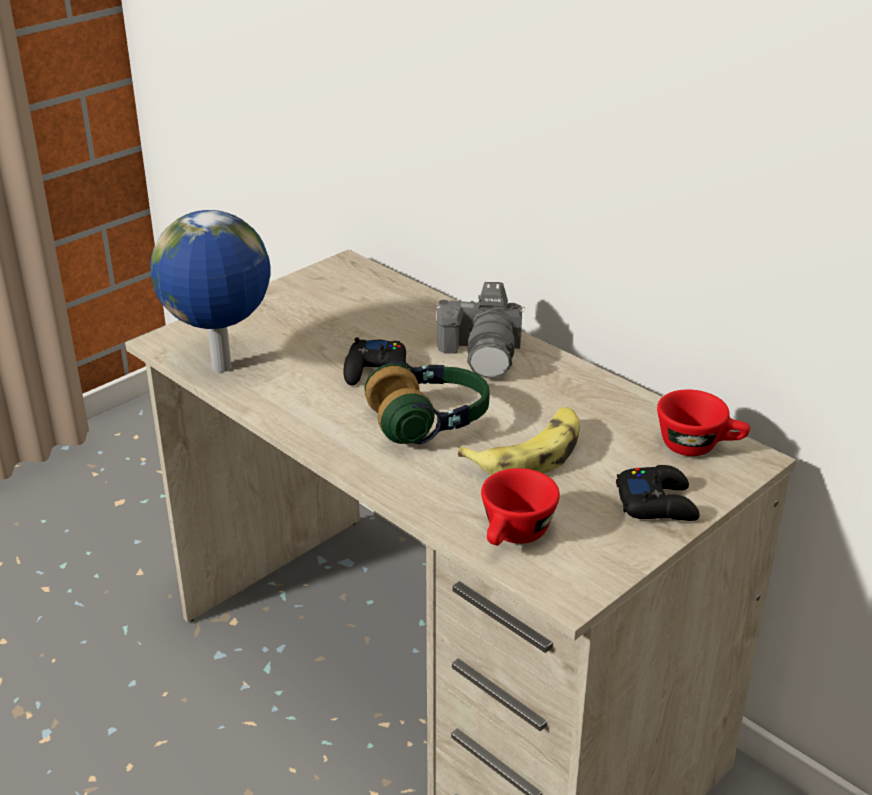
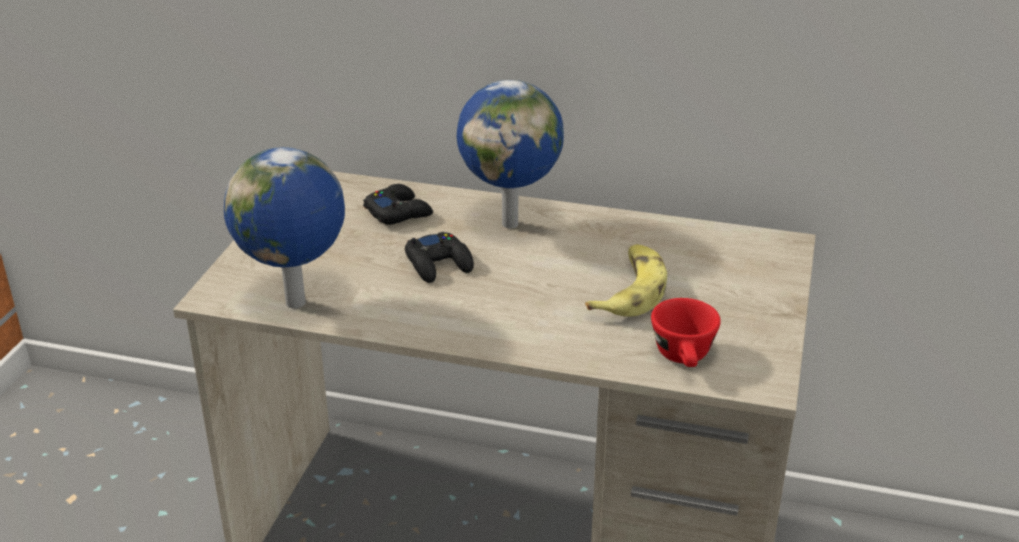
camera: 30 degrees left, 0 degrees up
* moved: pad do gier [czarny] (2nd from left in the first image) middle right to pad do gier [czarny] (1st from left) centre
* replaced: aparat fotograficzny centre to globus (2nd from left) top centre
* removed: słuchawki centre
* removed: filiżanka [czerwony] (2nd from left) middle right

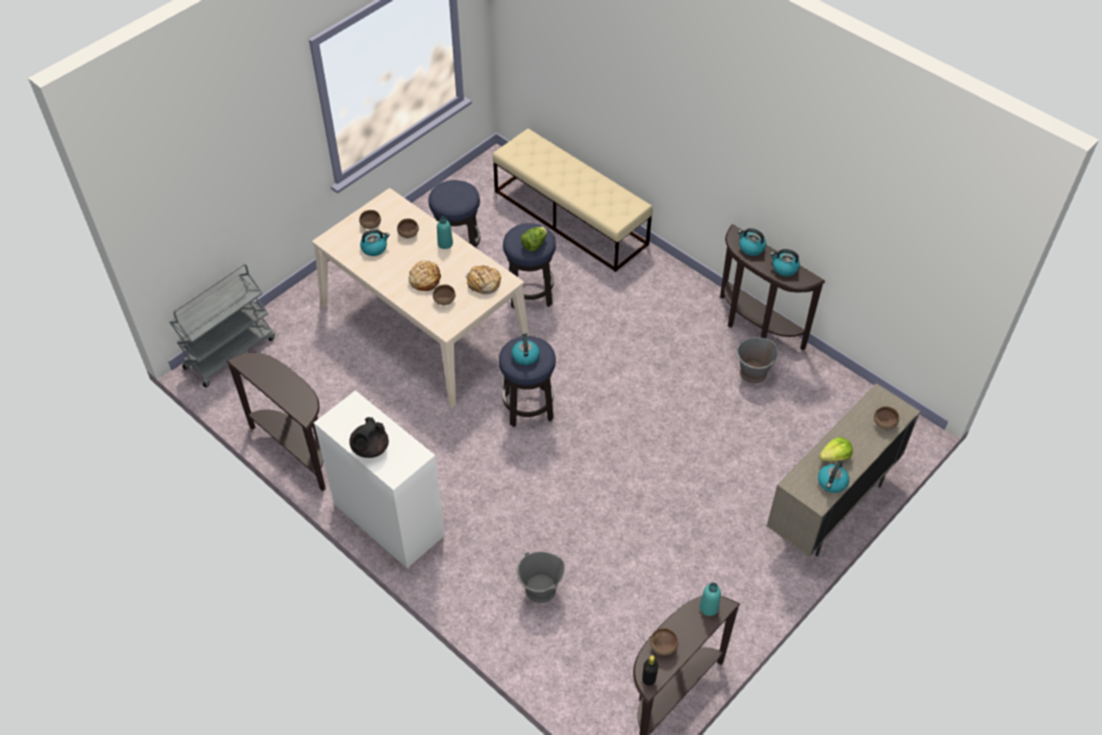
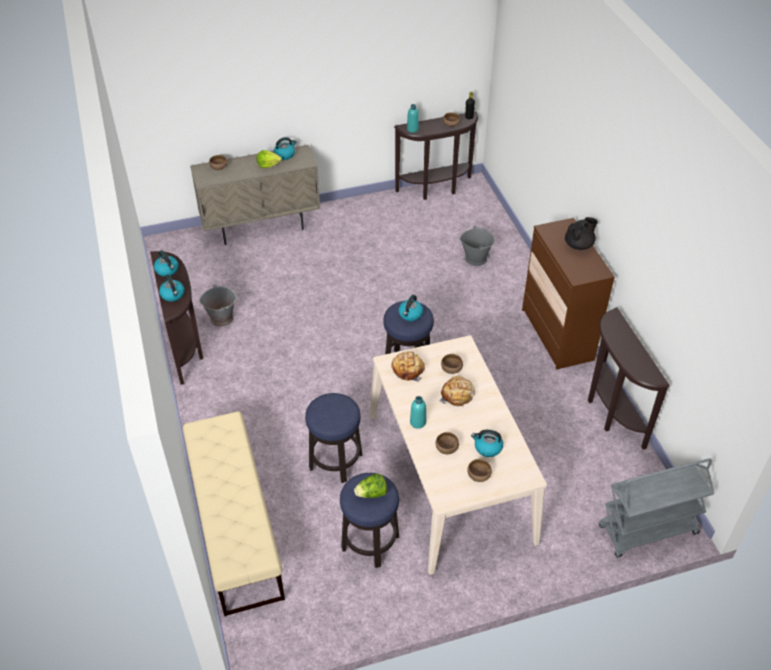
camera: 150 degrees left, 5 degrees down
* moved: sałata (1st from left in the first image) top centre to sałata (2nd from left) bottom centre
* recoloured: komoda [biały] centre to komoda [brązowy] middle right

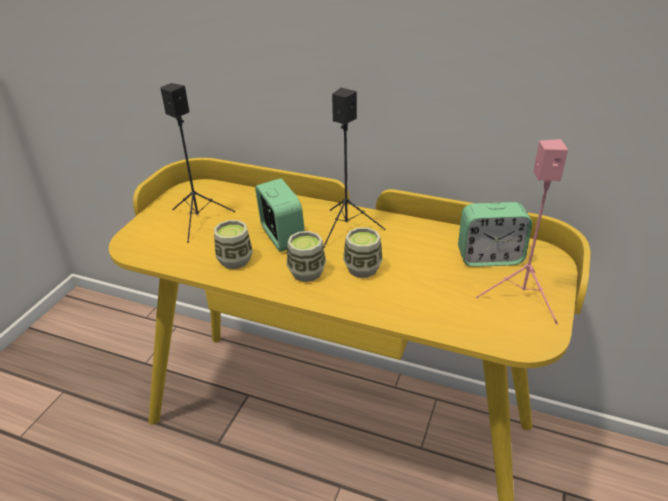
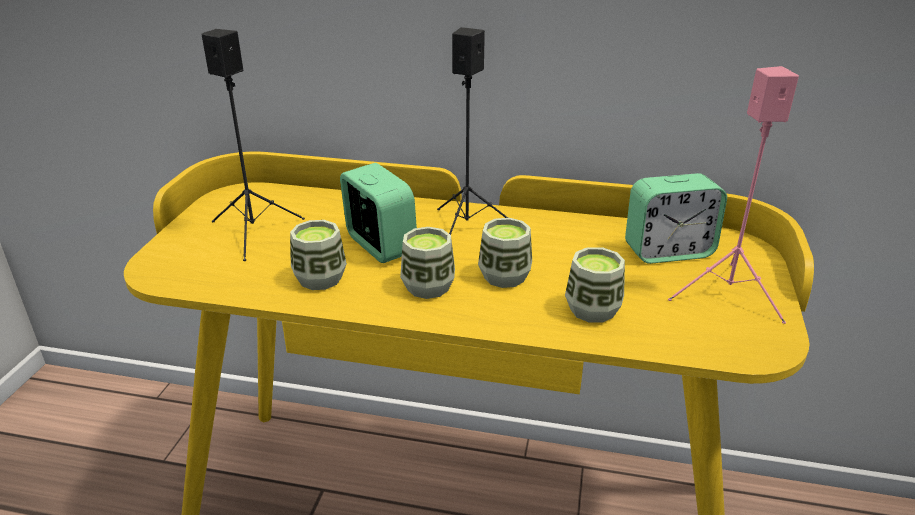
camera: 10 degrees left, 5 degrees down
* added: filiżanka (4th from left) centre

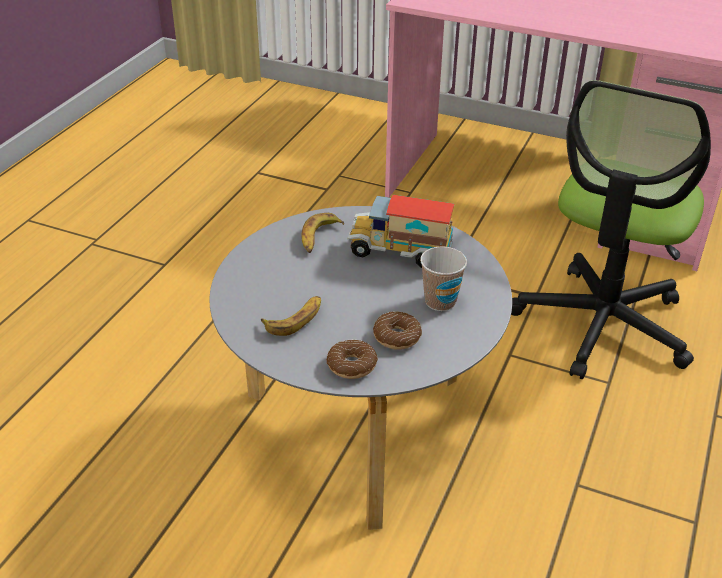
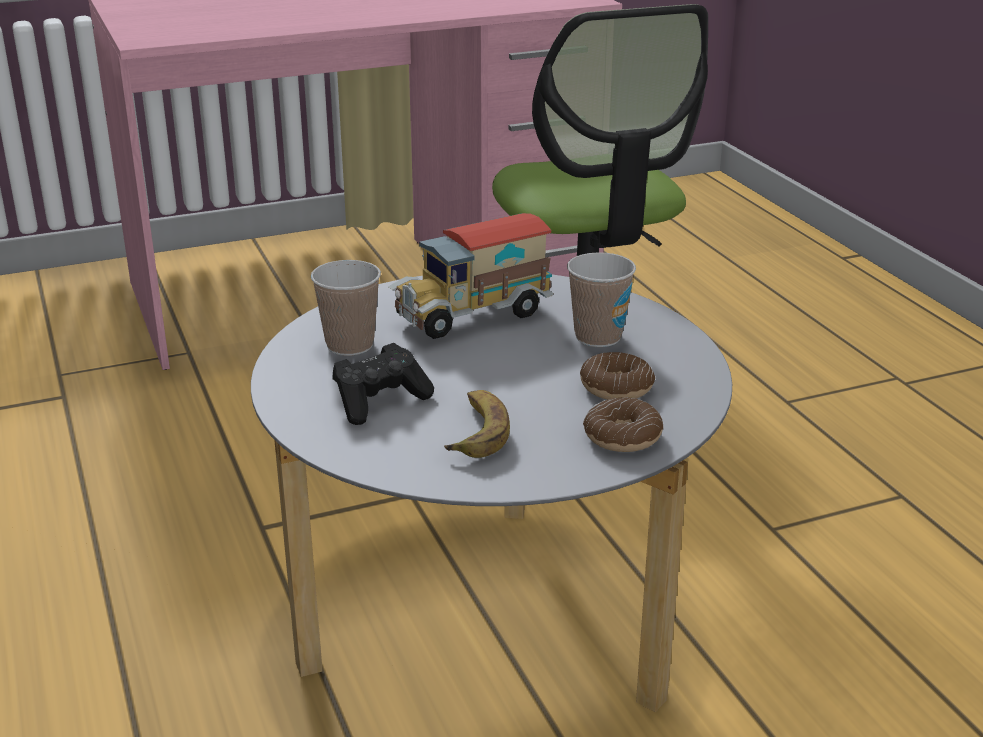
camera: 45 degrees left, 10 degrees down
* replaced: banan (2nd from left) centre to filiżanka (1st from left) centre
* added: pad do gier [czarny] centre

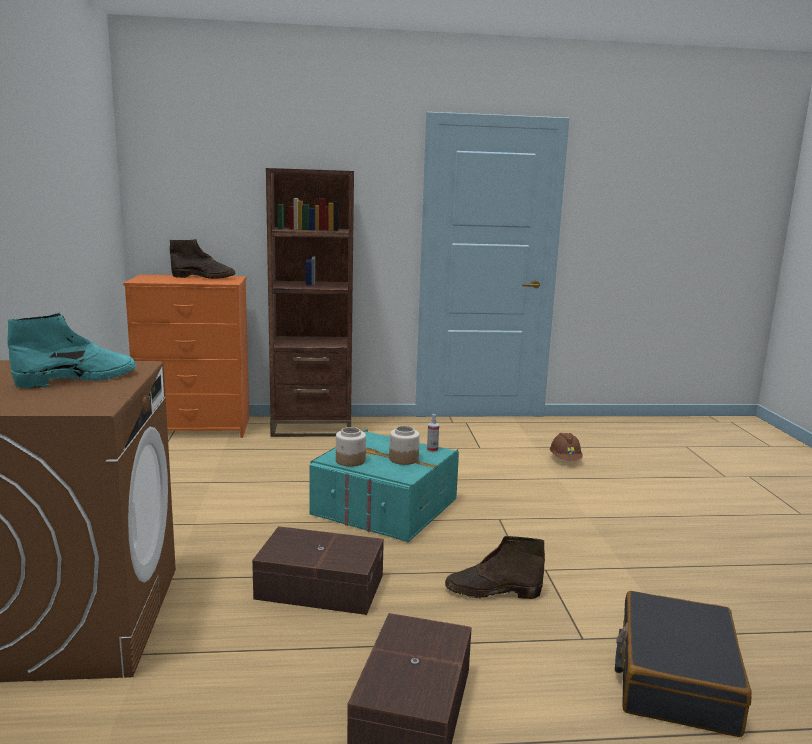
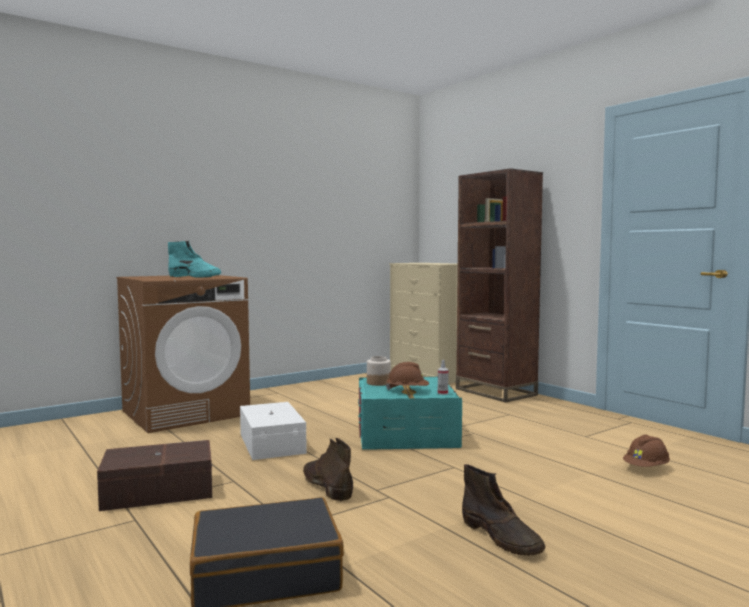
camera: 60 degrees right, 10 degrees down
* recoloured: pojemnik do przechowywania [brązowy] (1st from left) bottom centre to pojemnik do przechowywania [biały] bottom centre
* replaced: słoik (2nd from left) centre to kask [brązowy] (1st from left) centre
* recoloured: komoda [pomarańczowy] middle left to komoda [beżowy] centre
* moved: but z cholewką [brązowy] (1st from left in the first image) middle left to but z cholewką [brązowy] (2nd from left) bottom right

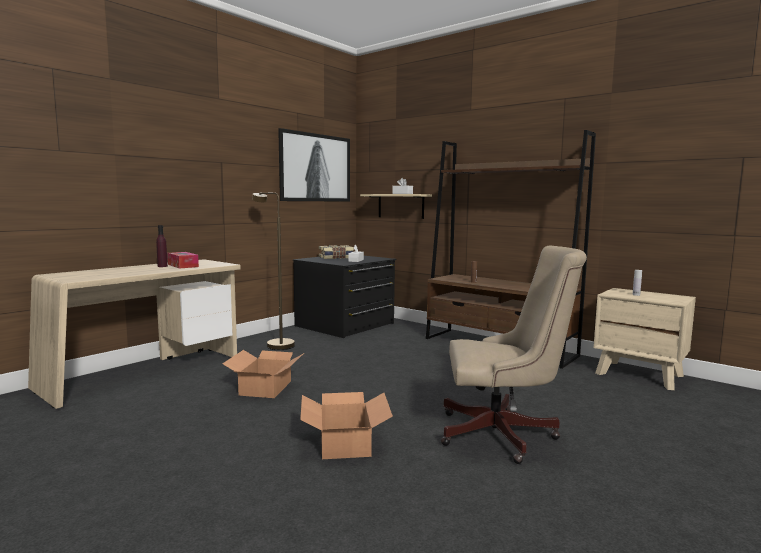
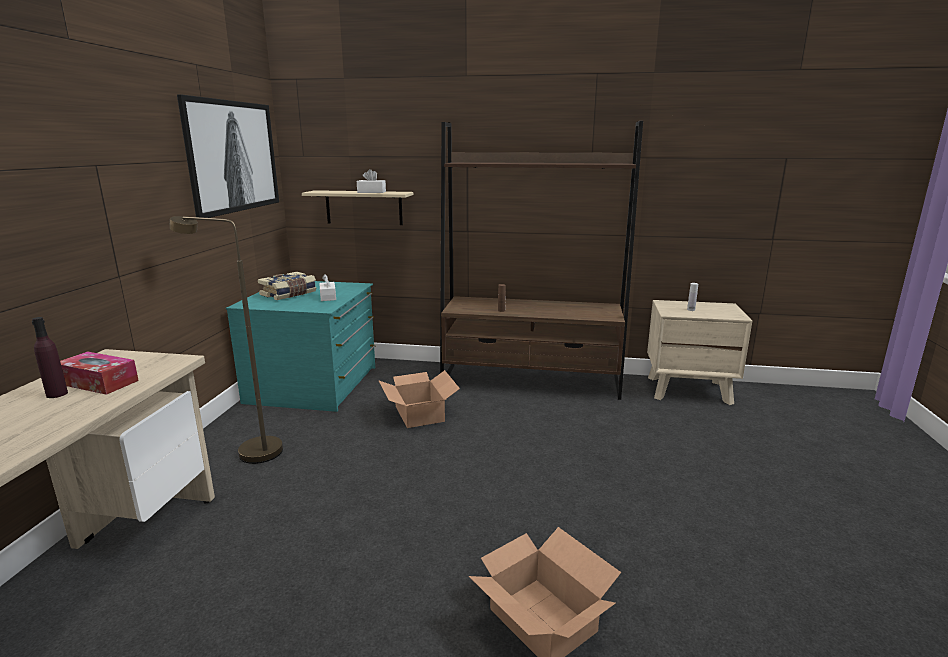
camera: 30 degrees left, 10 degrees up
* recoloured: komoda [czarny] centre to komoda [turkusowy] middle left
* moved: karton (1st from left) bottom centre to centre
* removed: krzesło biurowe [beżowy] middle right

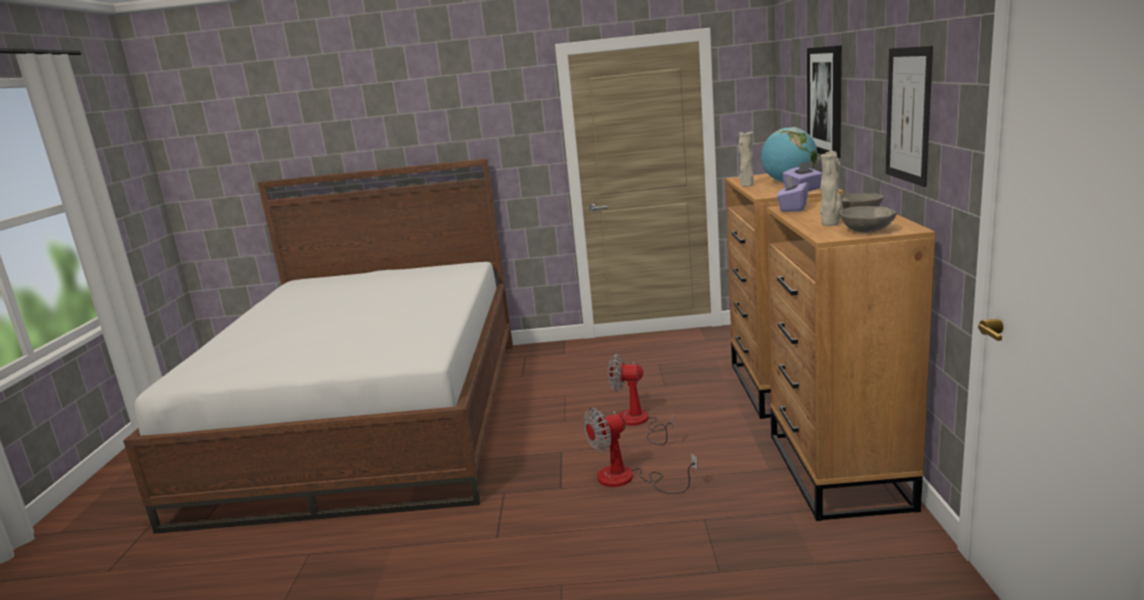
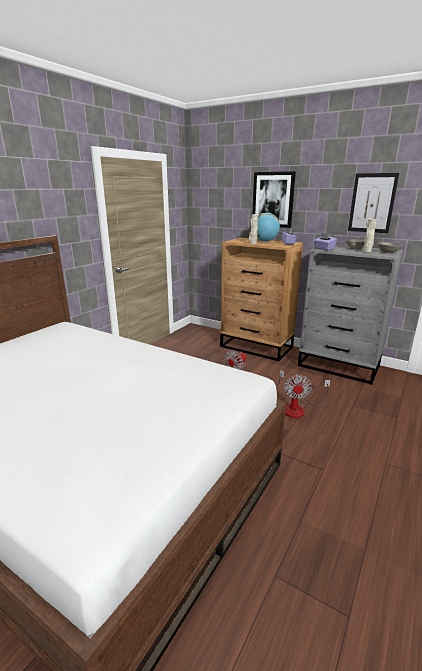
camera: 60 degrees left, 5 degrees up
* recoloured: komoda [brązowy] (2nd from left) middle right to komoda [szary] middle right

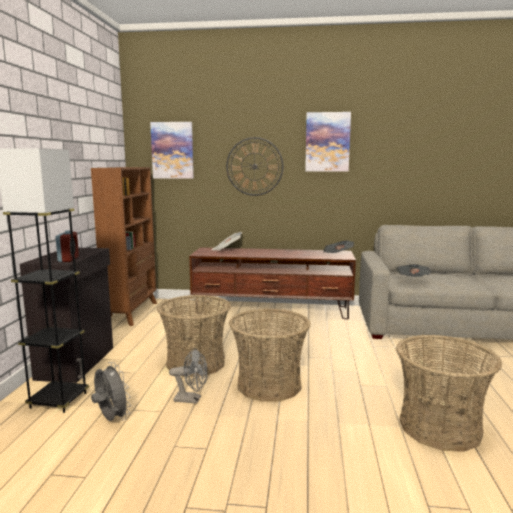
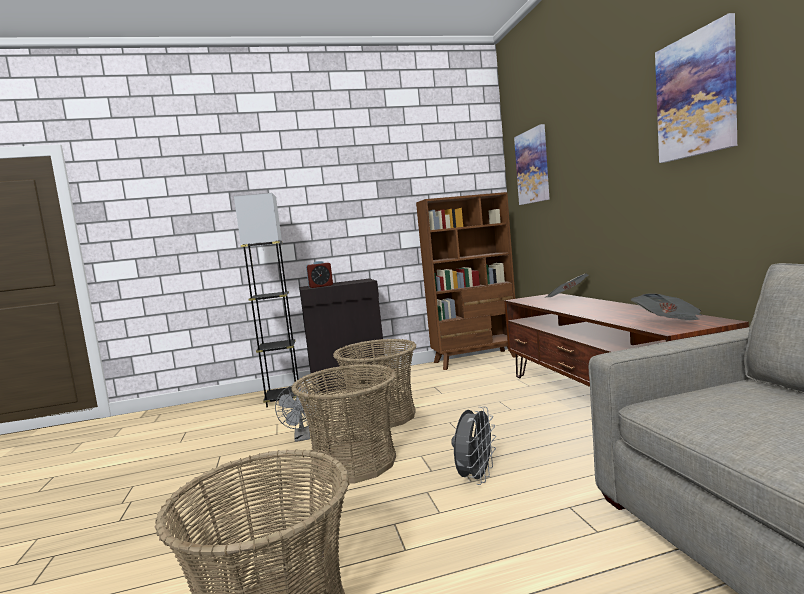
camera: 70 degrees right, 5 degrees down
* moved: wentylator [szary] (1st from left in the first image) bottom left to wentylator [szary] (2nd from left) bottom centre
* removed: zegar ścienny top centre
* removed: gazeta (3rd from left) middle right

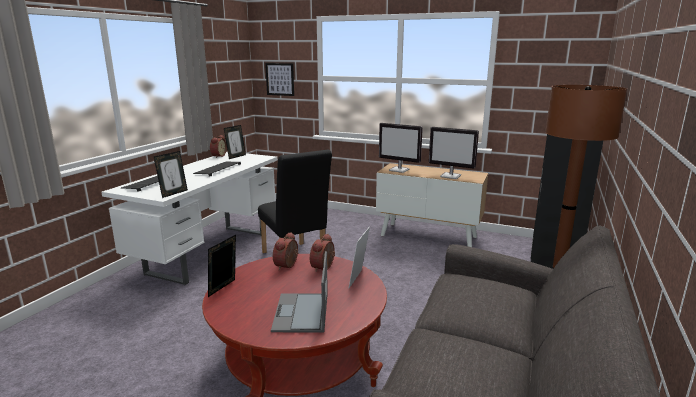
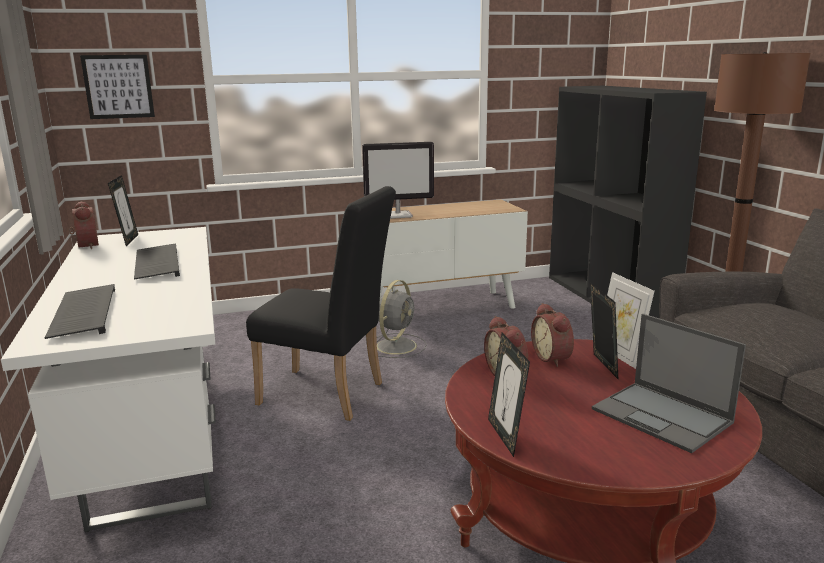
camera: 40 degrees left, 0 degrees up
* added: wentylator [szary] centre
* moved: ramka na zdjęcie (1st from left in the first image) middle left to ramka na zdjęcie (3rd from left) middle right
* removed: monitor (2nd from left) centre

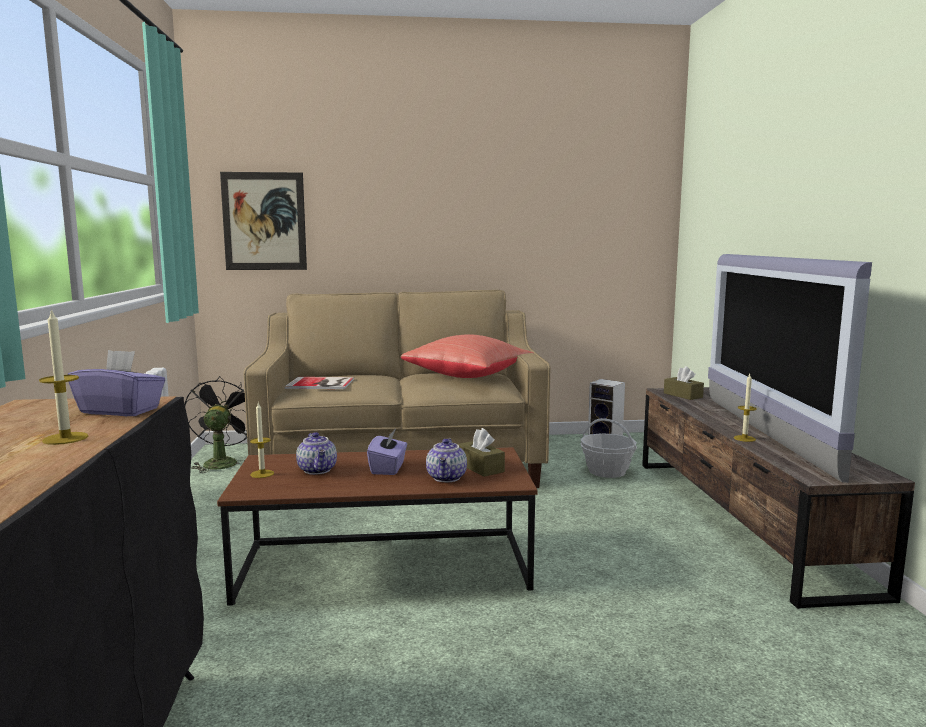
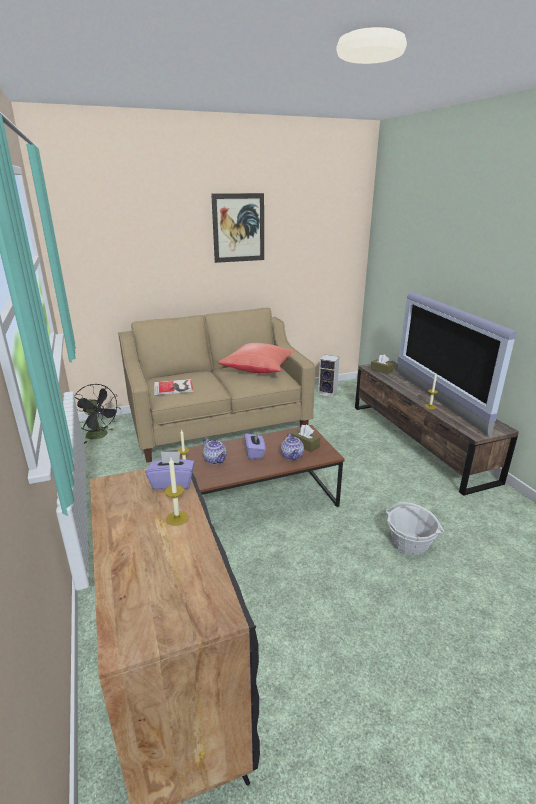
camera: 15 degrees left, 15 degrees up
* turned: wentylator [czarny] middle left = middle left 150 degrees clockwise
* moved: obraz top left to top centre
* moved: koszyk centre to middle right

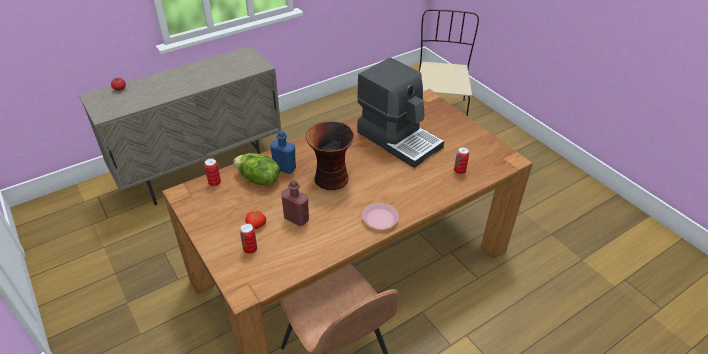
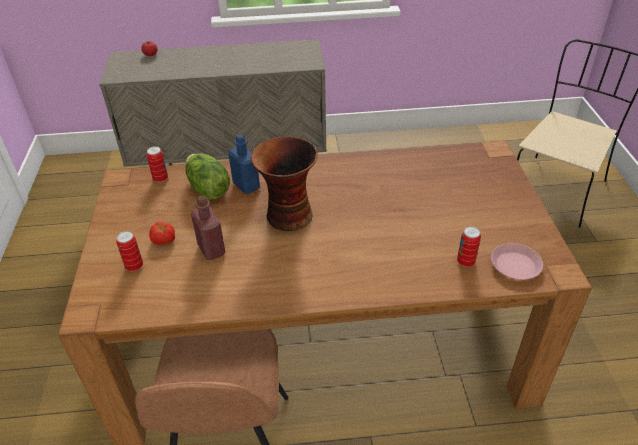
camera: 30 degrees right, 0 degrees up
* moved: talerz [różowy] centre to middle right
* removed: ekspres do kawy top centre

